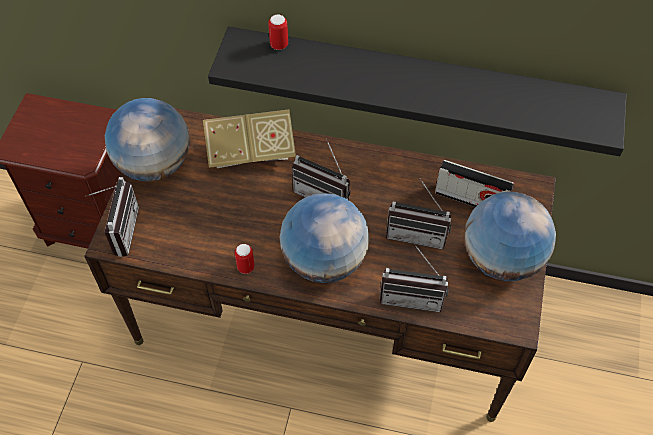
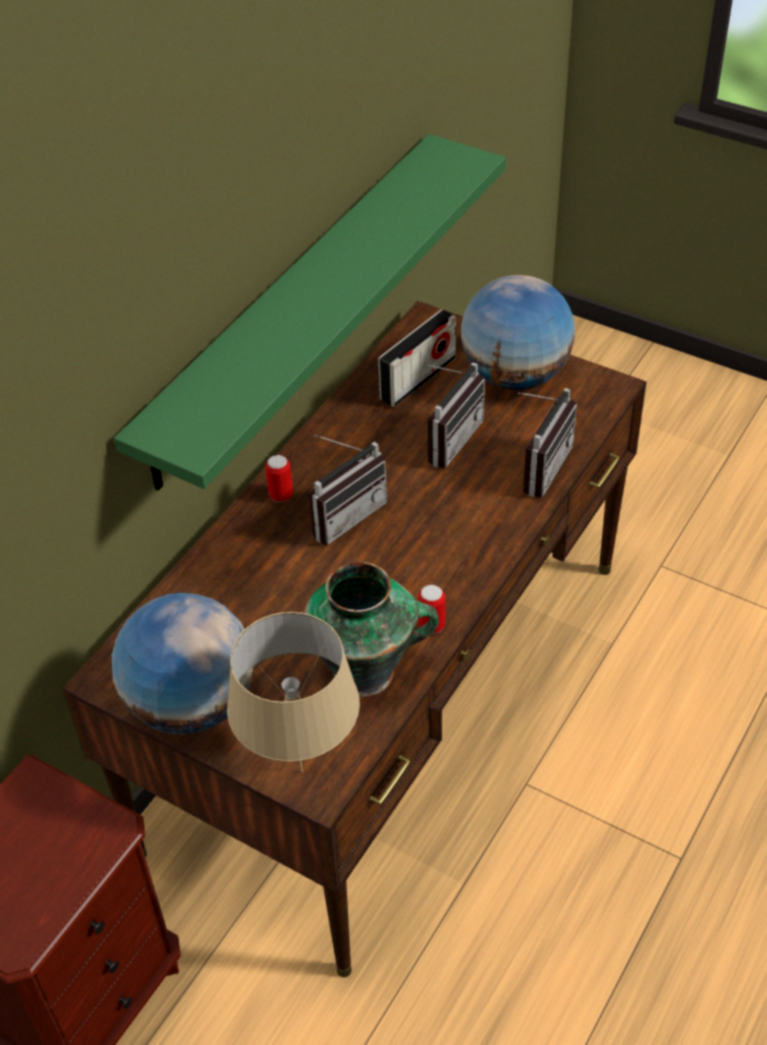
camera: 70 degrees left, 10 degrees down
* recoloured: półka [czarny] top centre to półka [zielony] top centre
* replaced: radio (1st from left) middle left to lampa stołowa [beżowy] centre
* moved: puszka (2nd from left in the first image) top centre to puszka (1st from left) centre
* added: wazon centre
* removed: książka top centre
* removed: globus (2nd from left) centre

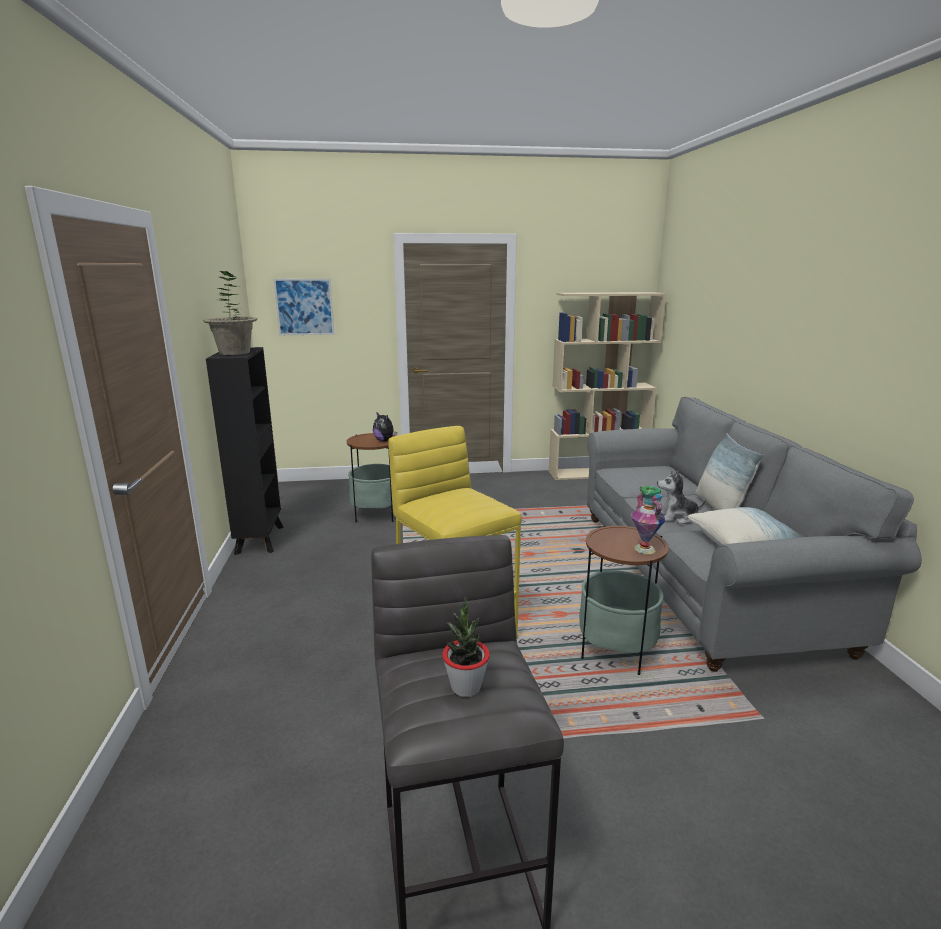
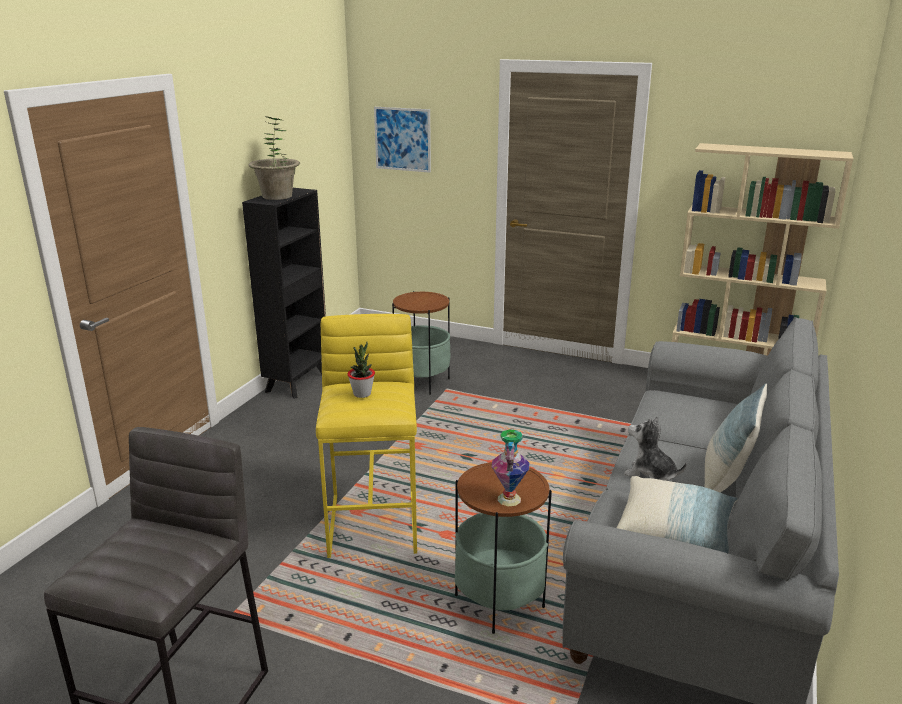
camera: 30 degrees right, 5 degrees up
* moved: roślina doniczkowa (2nd from left) bottom centre to centre
* removed: pluszak (1st from left) centre

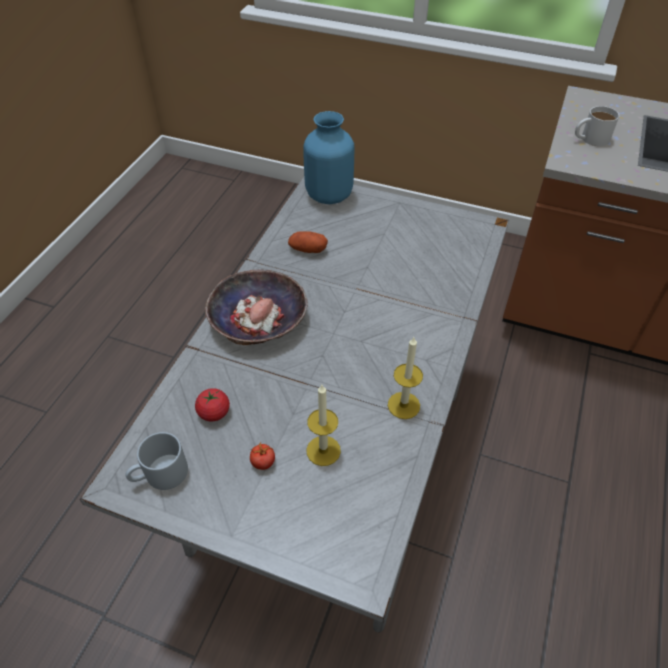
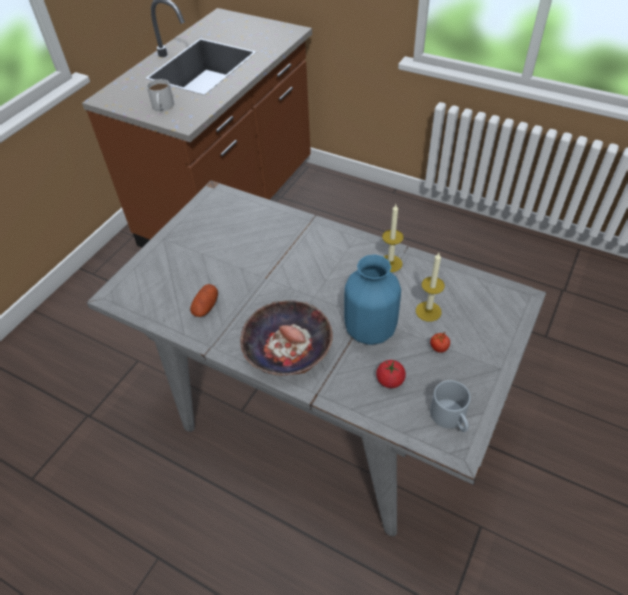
camera: 80 degrees left, 0 degrees up
* moved: wazon [niebieski] top centre to centre

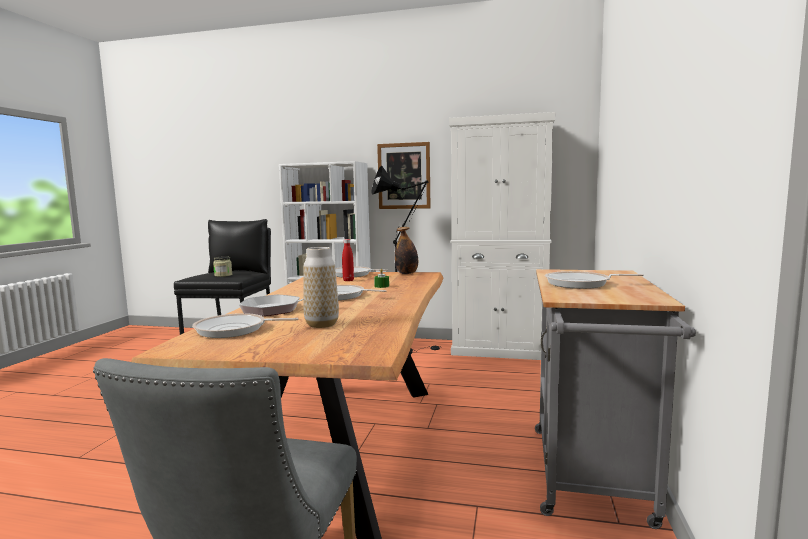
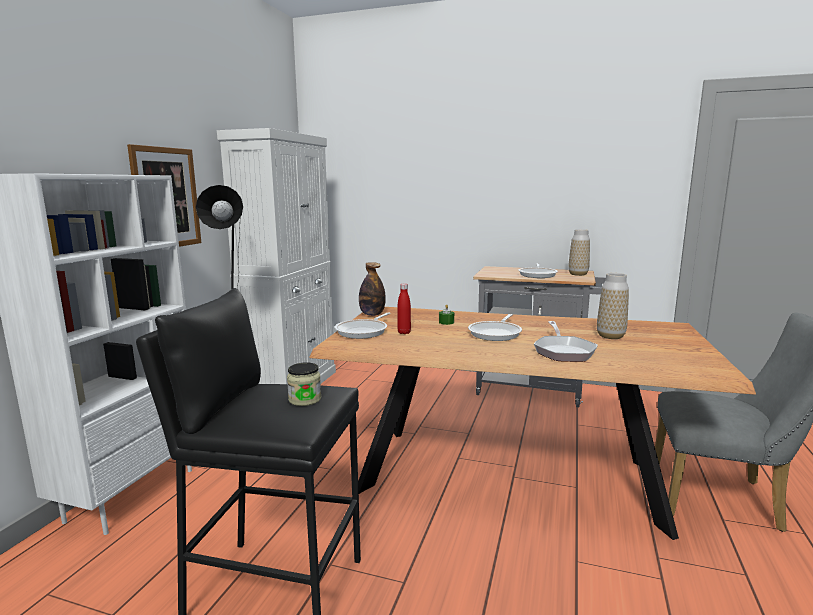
camera: 85 degrees left, 5 degrees up
* added: wazon (1st from left) middle right
* removed: patelnia (1st from left) middle left

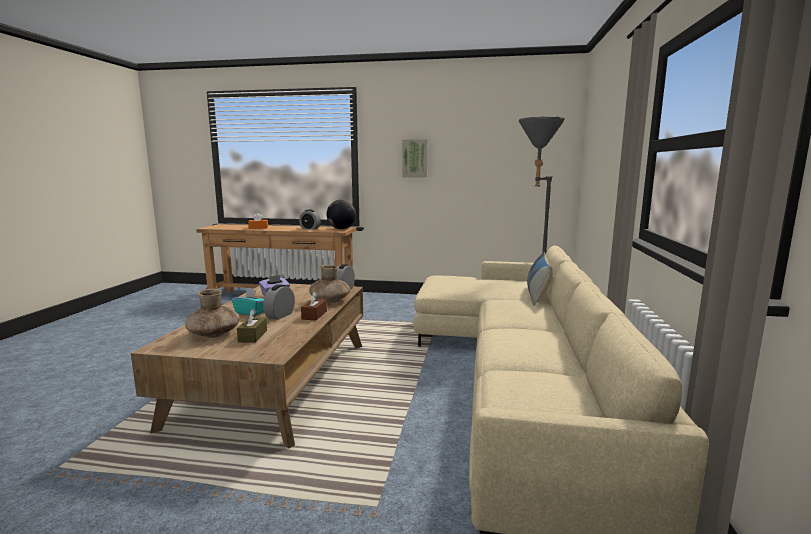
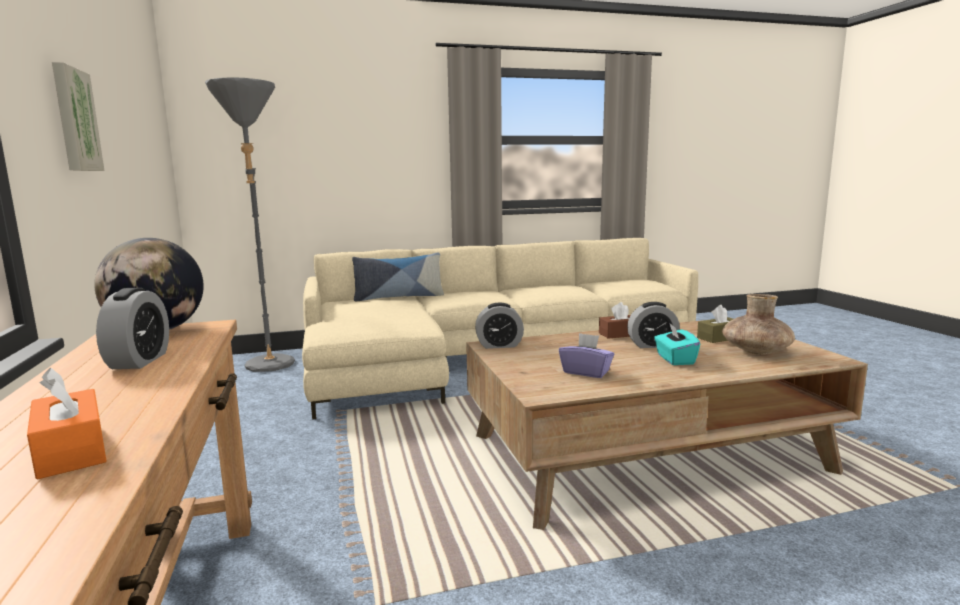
camera: 115 degrees left, 0 degrees up
* removed: wazon [brązowy] (2nd from left) centre

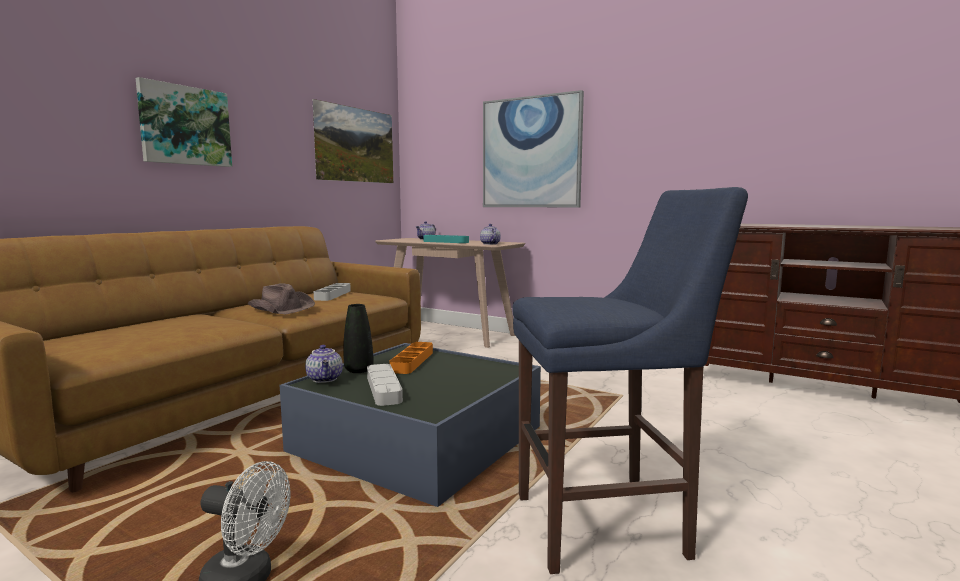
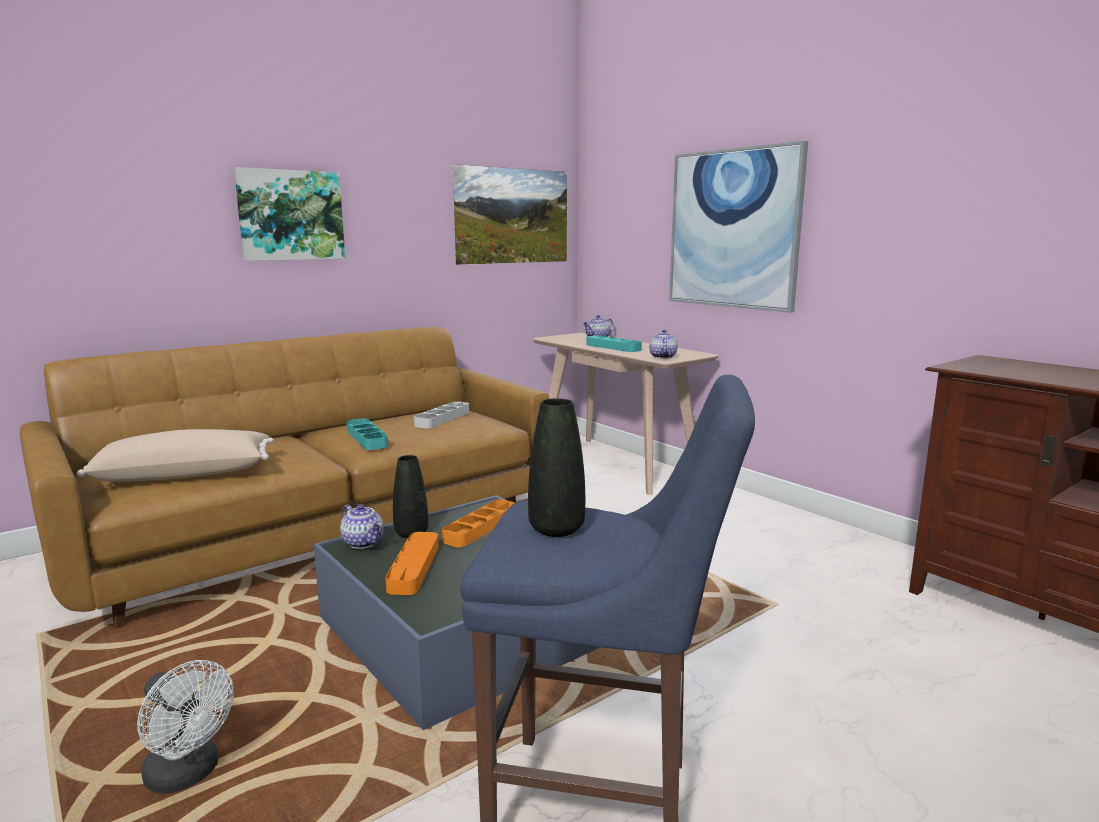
camera: 20 degrees right, 5 degrees up
* added: poduszka [beżowy] middle left
* turned: imbryk (1st from left) centre = middle left 45 degrees counterclockwise
* replaced: kapelusz [brązowy] middle left to taca [turkusowy] (1st from left) centre
* recoloured: taca [szary] (2nd from left) centre to taca [pomarańczowy] (1st from left) bottom centre
* added: wazon [czarny] (2nd from left) centre

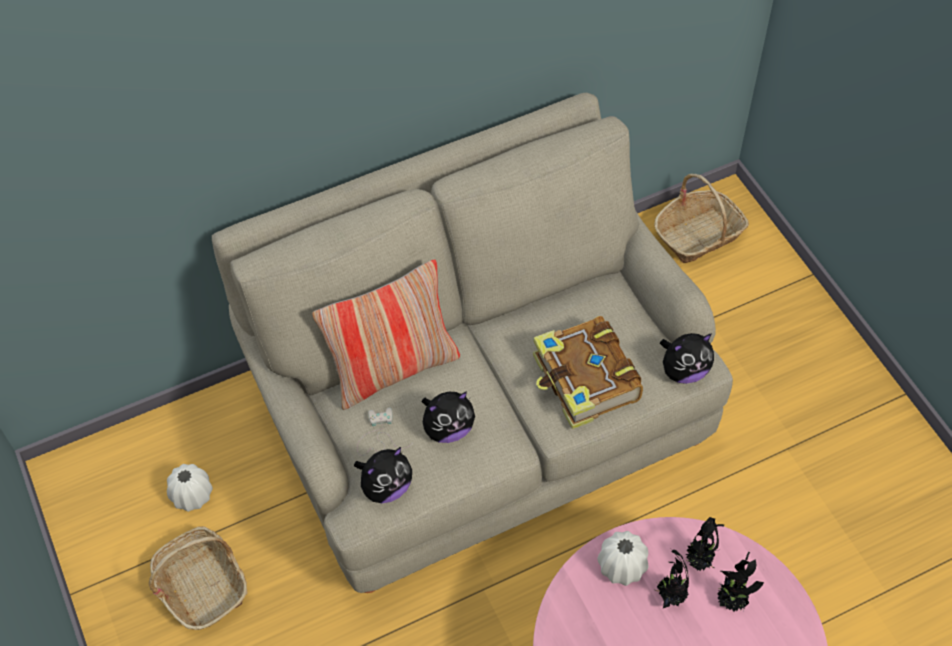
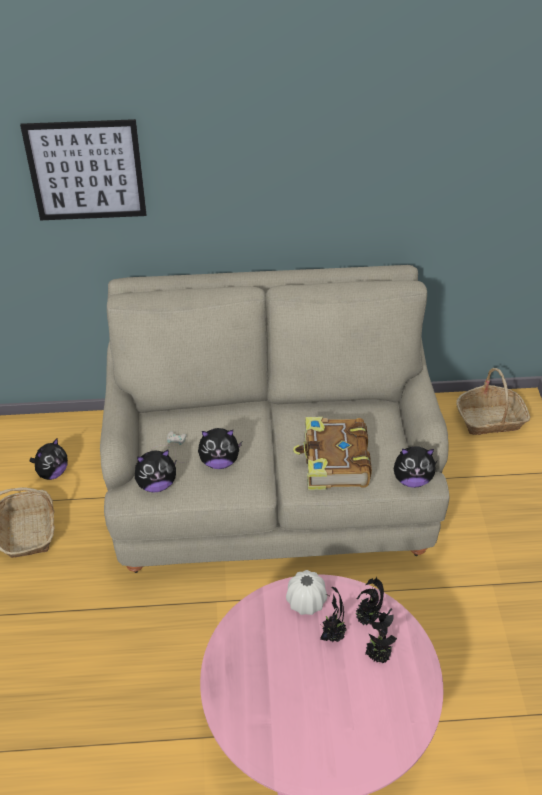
camera: 20 degrees right, 10 degrees down
* added: obraz top left
* replaced: wazon [biały] (1st from left) bottom left to pluszak (1st from left) middle left
* removed: poduszka centre

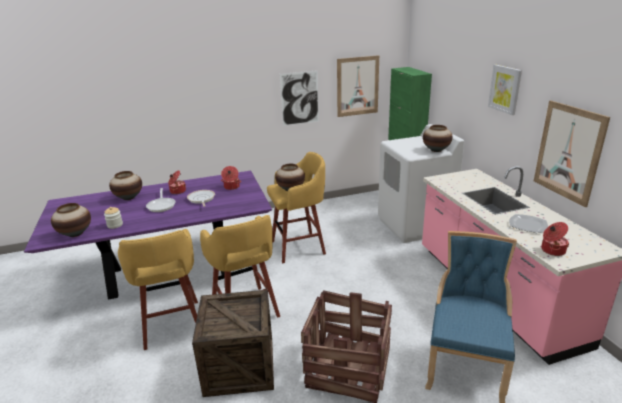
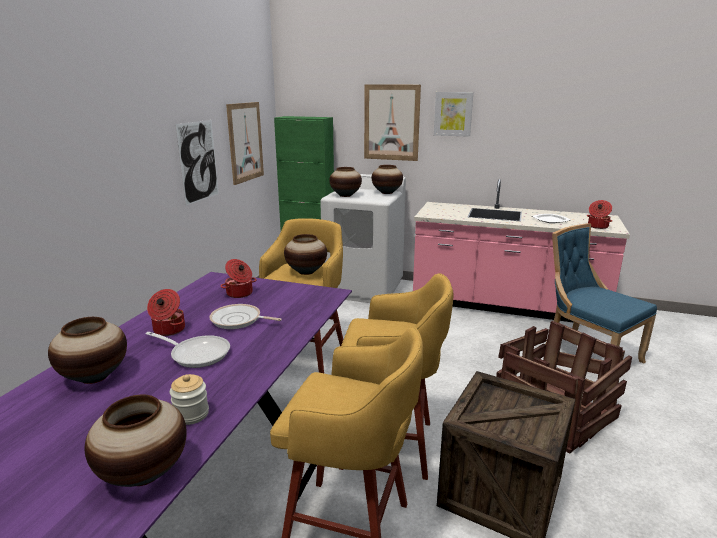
camera: 55 degrees left, 5 degrees down
* added: wazon (4th from left) centre
* moved: obraz (4th from left in the first image) middle right to obraz (3rd from left) top centre

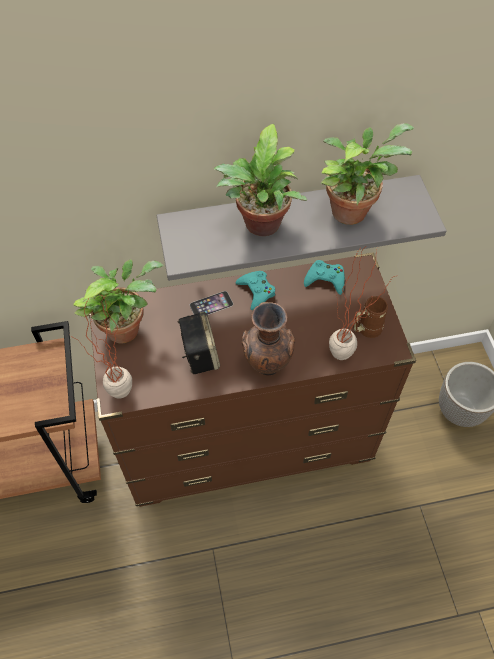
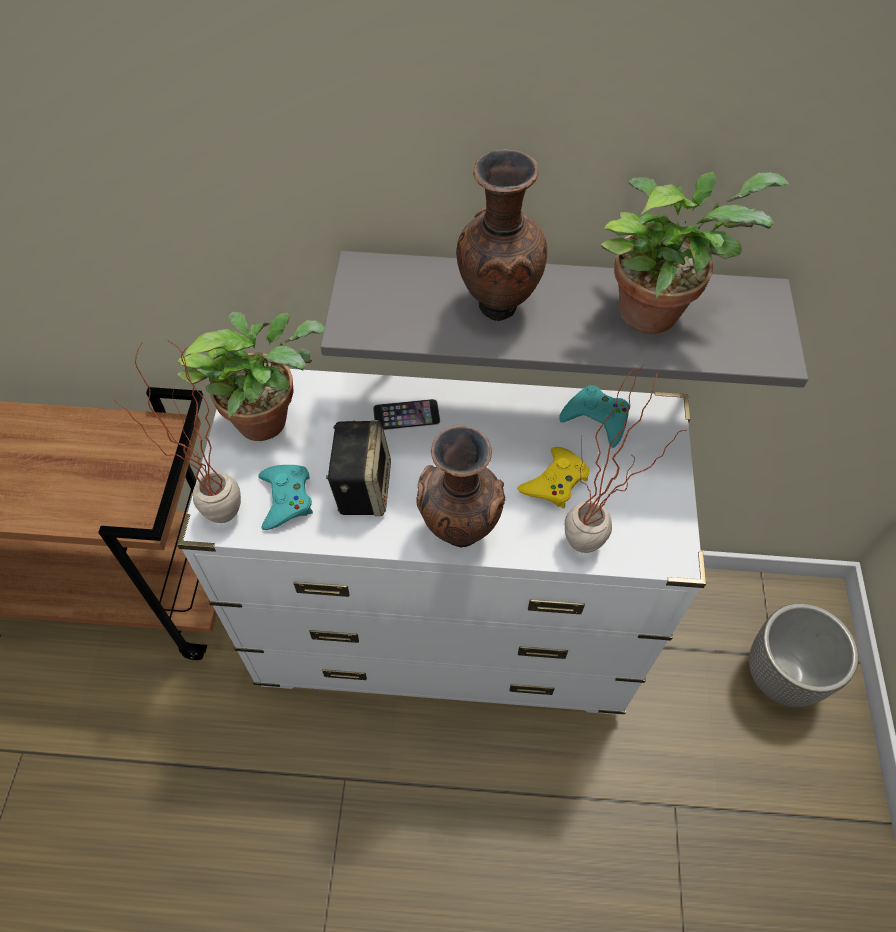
camera: 15 degrees right, 0 degrees up
* recoloured: komoda [brązowy] centre to komoda [biały] centre
* moved: pad do gier [turkusowy] (1st from left) centre to middle left
* replaced: roślina doniczkowa (3rd from left) top centre to wazon [brązowy] (2nd from left) top centre
* added: pad do gier [żółty] centre
* removed: kubek [brązowy] middle right

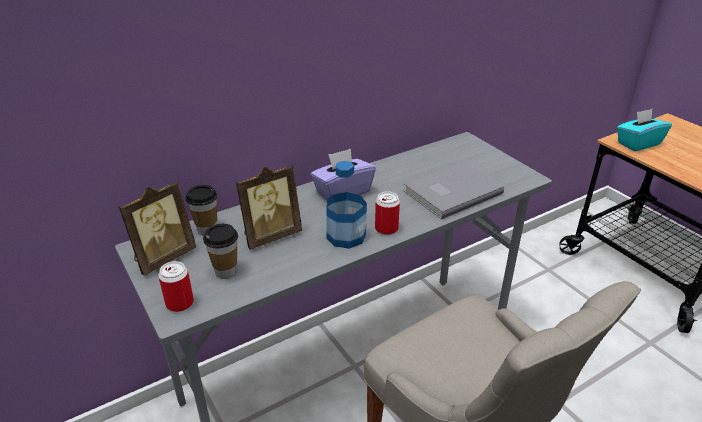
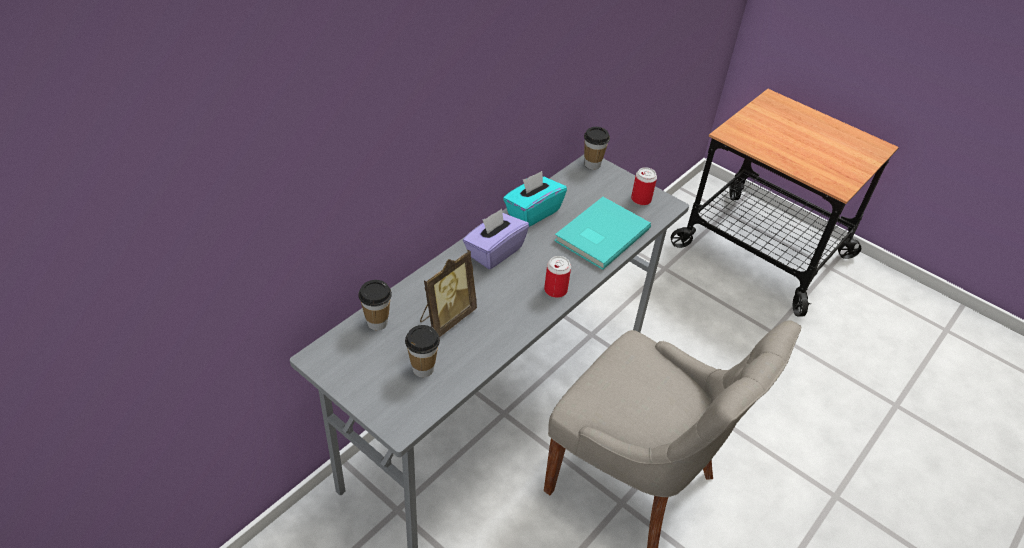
camera: 20 degrees left, 10 degrees up
* moved: pudełko chusteczek [turkusowy] top right to centre
* recoloured: książka [szary] centre to książka [turkusowy] centre
* added: filiżanka (3rd from left) top centre
* moved: puszka (1st from left in the first image) bottom left to puszka (2nd from left) centre
* removed: ramka na zdjęcie (1st from left) middle left
* removed: butelka centre

